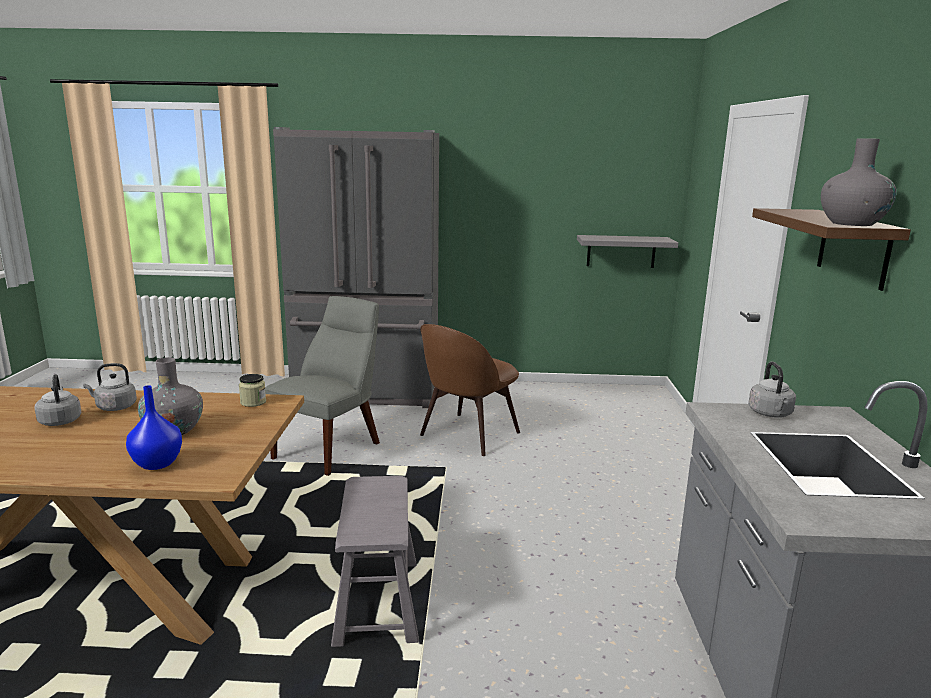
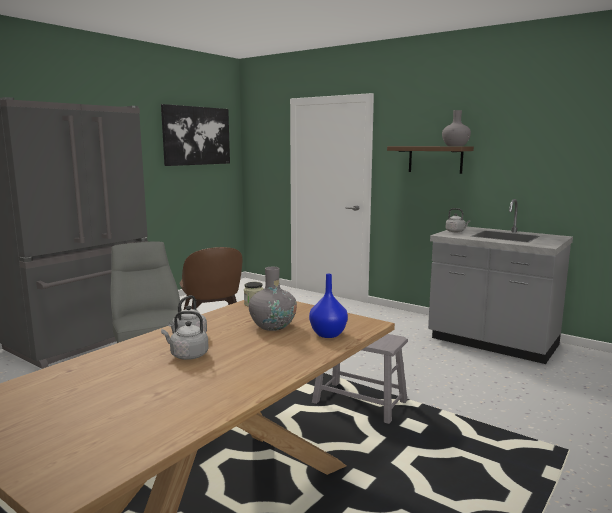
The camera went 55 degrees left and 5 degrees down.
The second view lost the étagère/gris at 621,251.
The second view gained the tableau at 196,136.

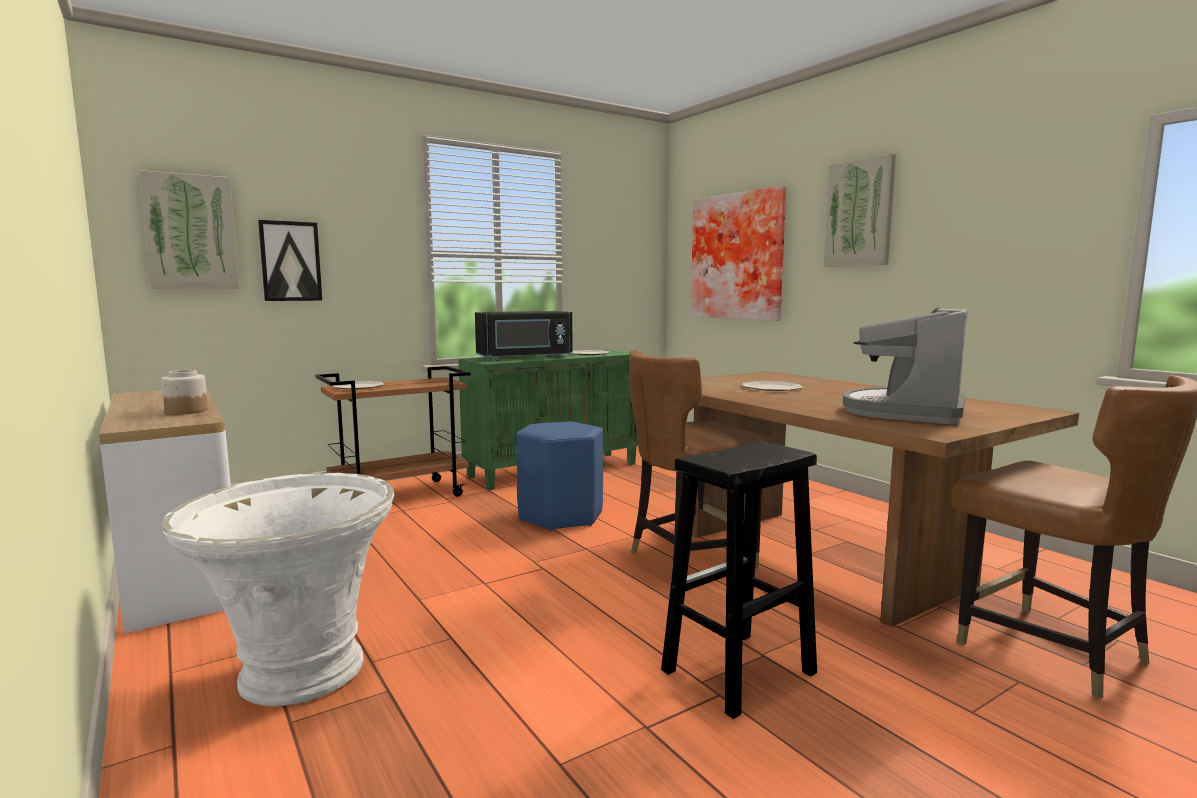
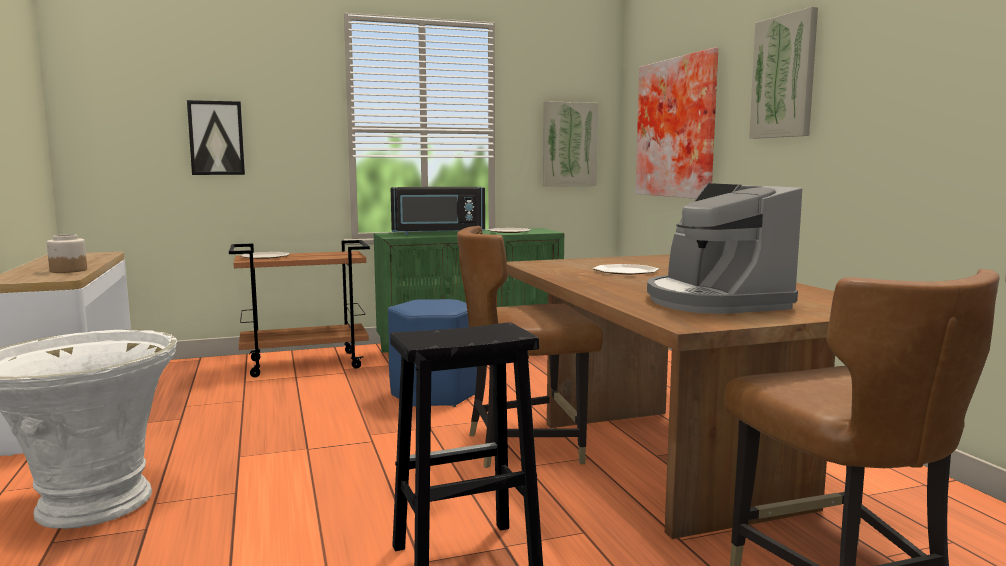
The camera went 15 degrees right and 0 degrees up.
The tableau ended up elsewhere, having gone from 190,232 to 569,144.
The machine à café at 905,411 ended up facing another way, 60 degrees counterclockwise from before.

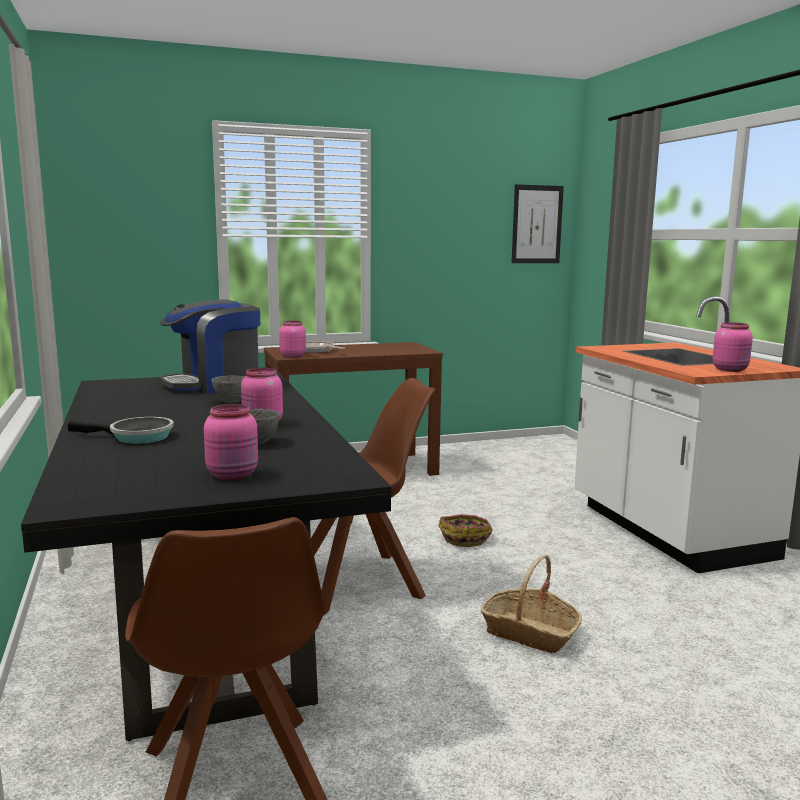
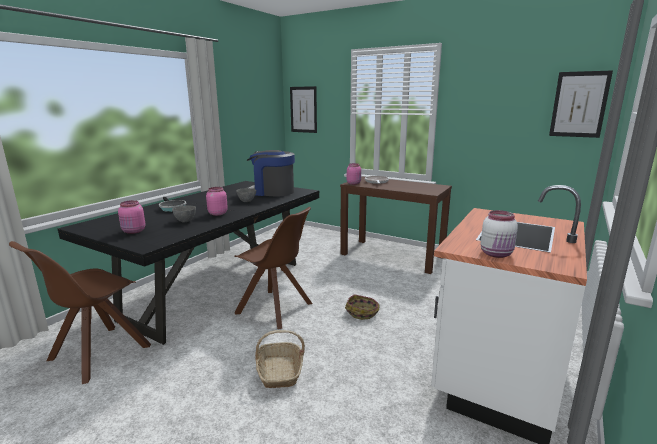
The camera went 50 degrees right and 5 degrees up.
What was the bocal/rose at 731,369 turned into the bocal/blanc at 497,254.
The second view gained the tableau at 303,109.

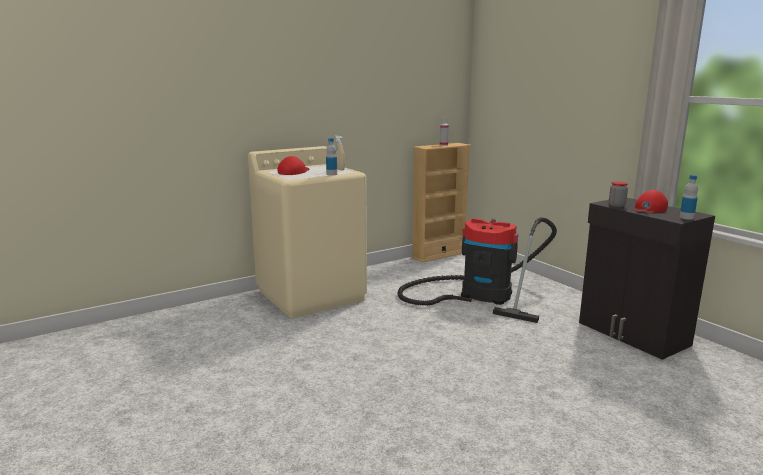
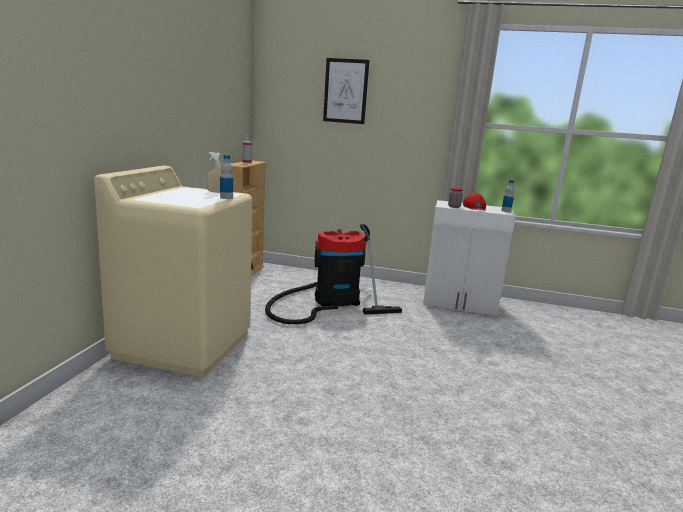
The camera went 45 degrees left and 0 degrees up.
The second view lost the casquette/rouge at 294,172.
What was the meuble de rangement/noir at 632,334 turned into the meuble de rangement/blanc at 460,303.
The second view gained the tableau at 345,91.

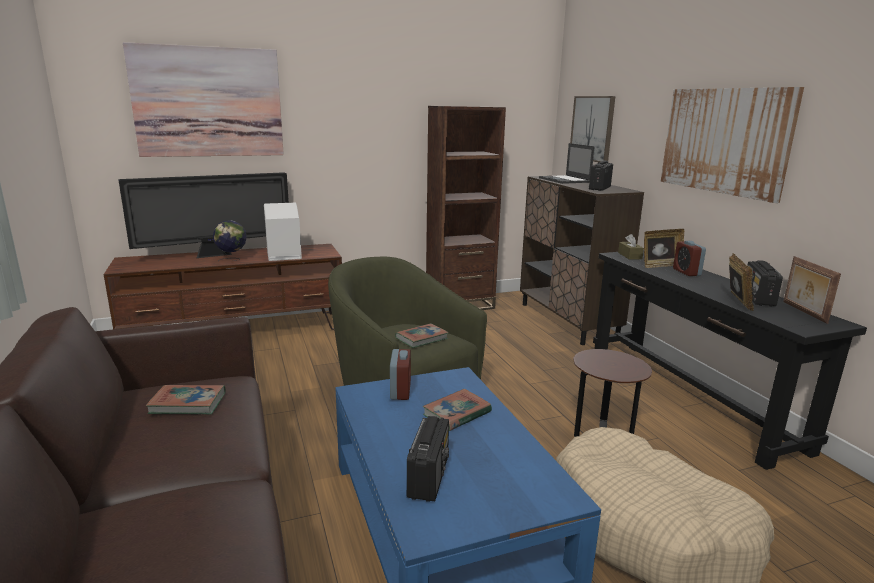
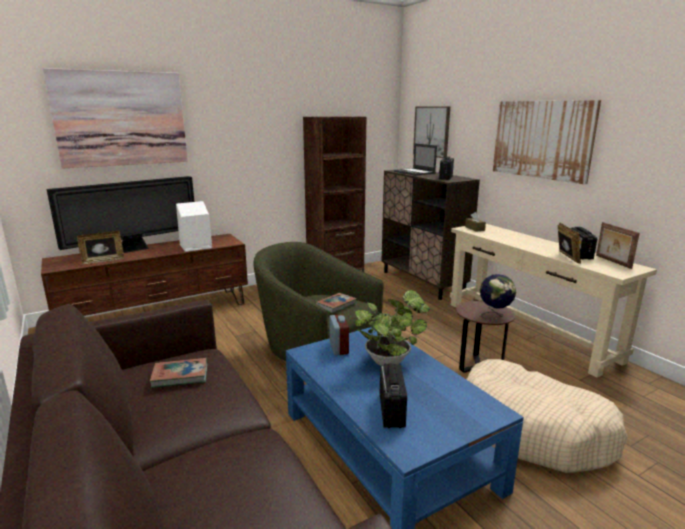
The camera went 10 degrees left and 0 degrees up.
The globe ended up elsewhere, having gone from 232,260 to 495,315.
The cadre photo ended up elsewhere, having gone from 661,265 to 103,261.
The second view lost the réveil at 686,272.
What was the table console/noir at 687,396 turned into the table console/beige at 527,330.
Where the livre stood at 457,413, the plante en pot came to stand at 390,360.

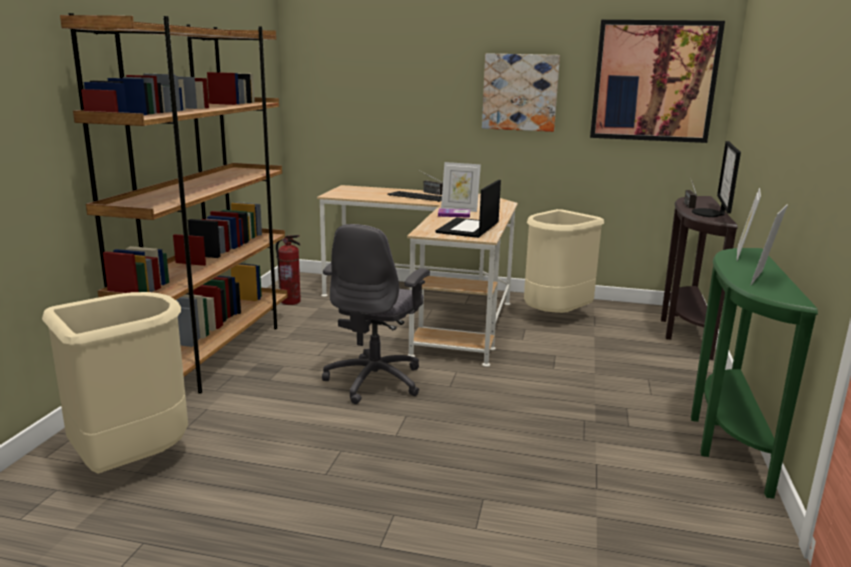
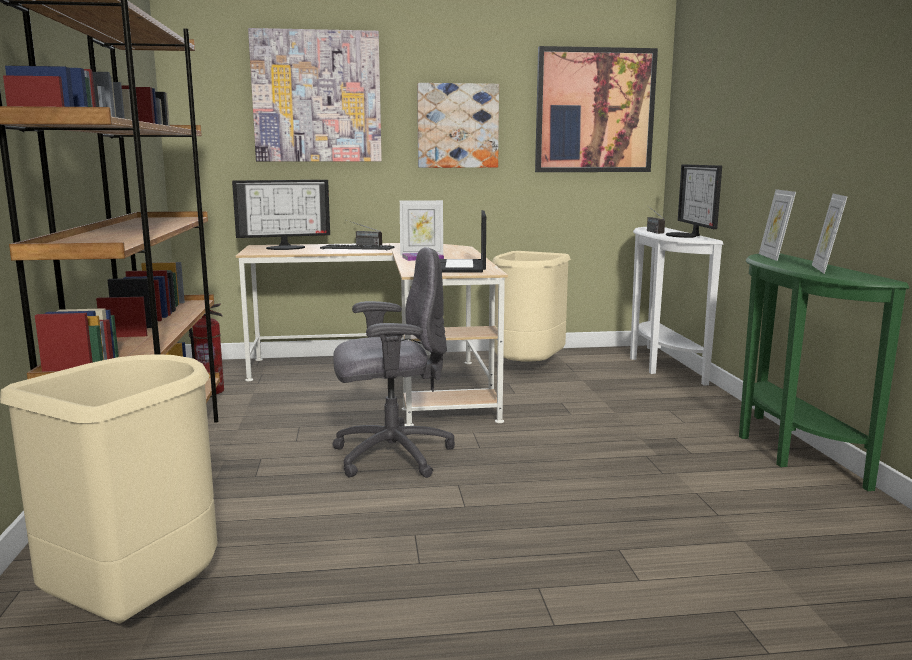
The camera went 20 degrees left and 5 degrees down.
What was the table console/marron at 683,331 turned into the table console/blanc at 660,365.
The chaise de bureau/gris at 376,380 ended up facing another way, 105 degrees counterclockwise from before.
The second view gained the tableau at 317,97.
The second view gained the écran d'ordinateur at 286,247.

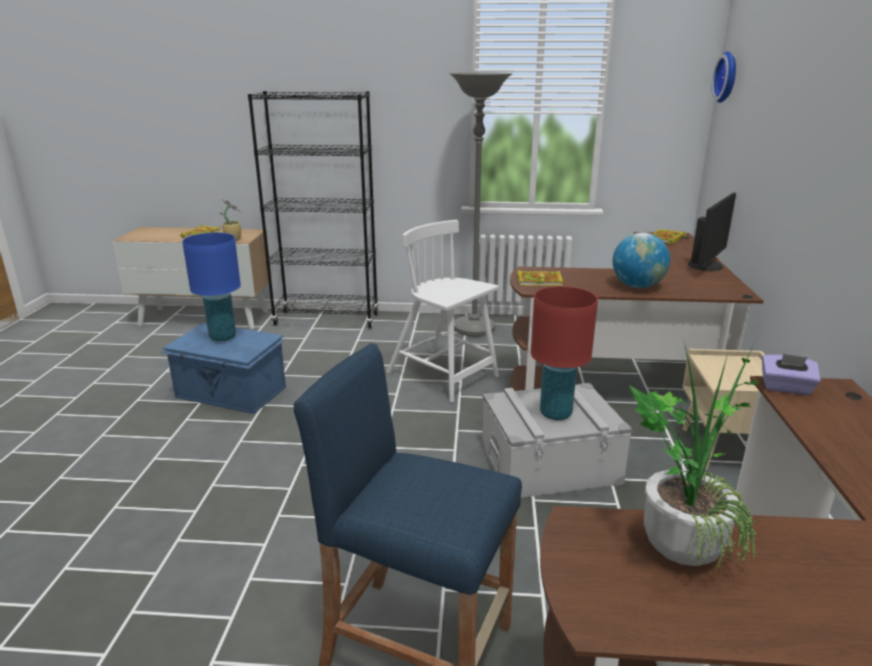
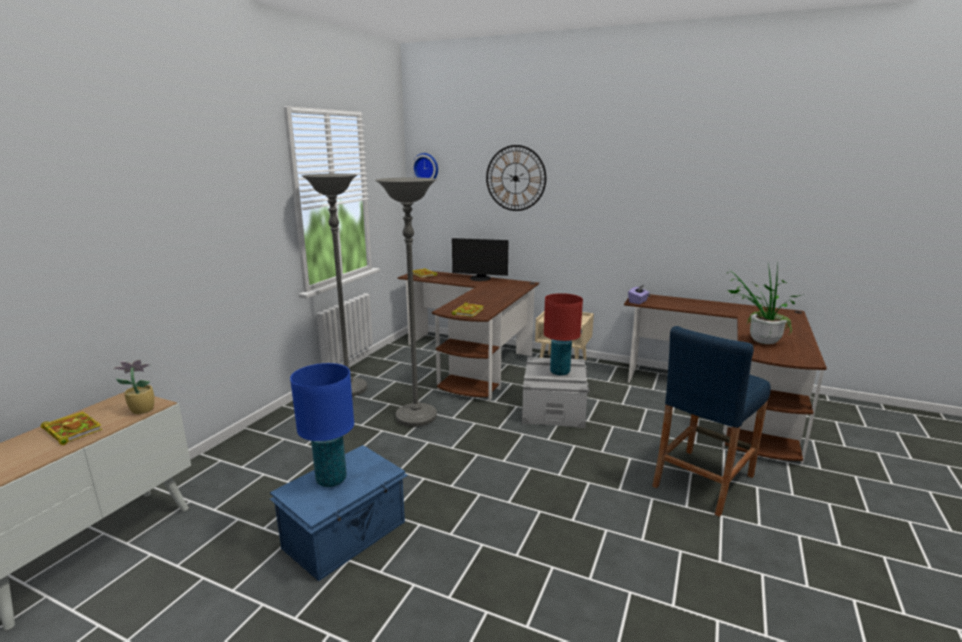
The camera went 70 degrees left and 5 degrees down.
The second view lost the bibliothèque/noir at 327,319.
The écran d'ordinateur at 706,266 ended up facing another way, 135 degrees clockwise from before.
Where the chaise/blanc stood at 444,375, the lampadaire/gris came to stand at 416,417.
The second view lost the globe at 637,286.
The second view gained the horloge murale at 515,178.

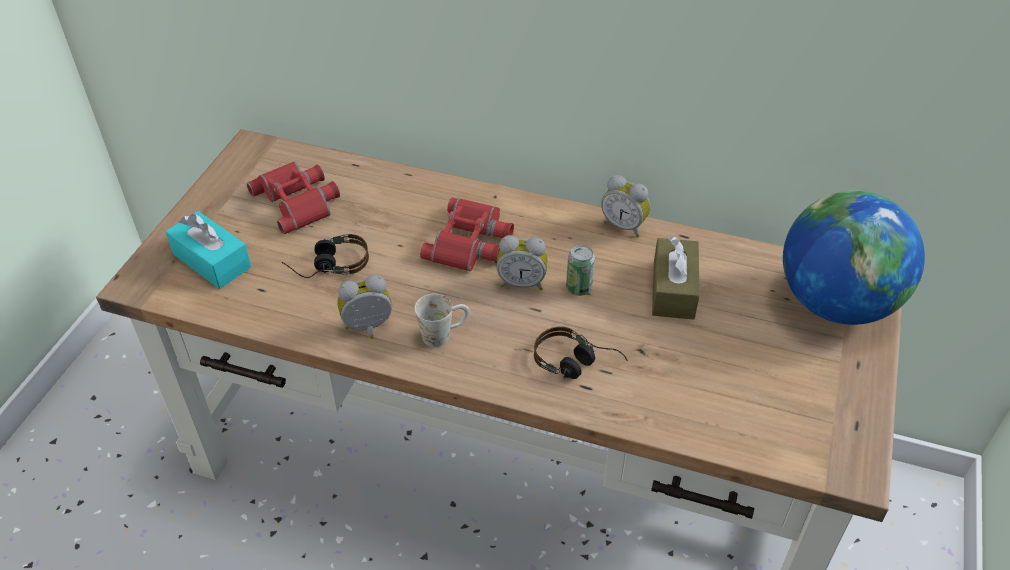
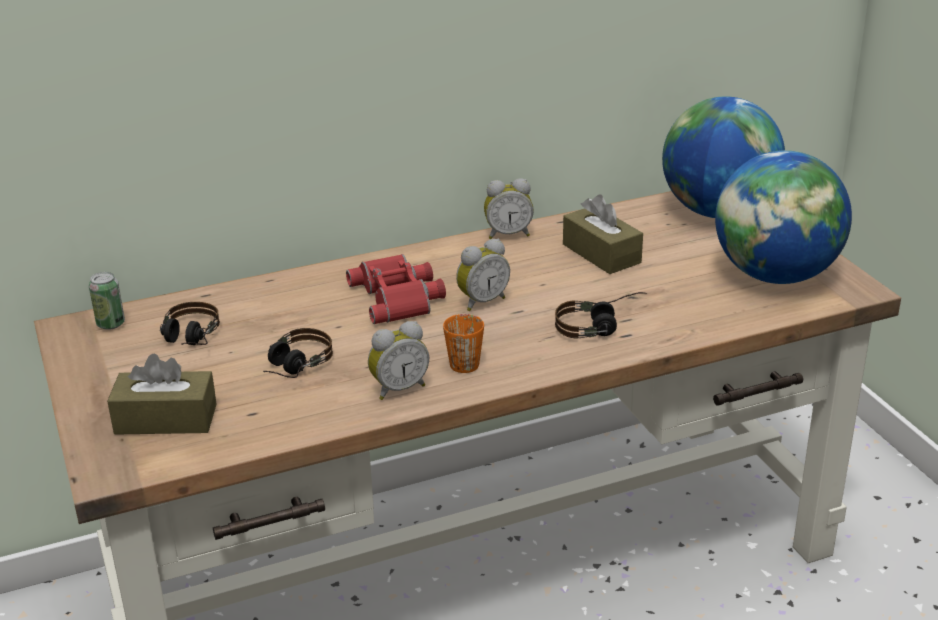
The camera went 40 degrees left and 15 degrees down.
Where the jumelles/rouge stood at 299,201, the casque audio came to stand at 188,341.
What was the boîte à mouchoirs/turquoise at 212,261 turned into the boîte à mouchoirs/marron at 166,419.
The boîte métallique ended up elsewhere, having gone from 579,288 to 111,324.
The réveil at 368,329 ended up facing another way, 150 degrees counterclockwise from before.
What was the mug/blanc at 444,334 turned into the mug/orange at 468,360.
The second view gained the globe at 775,276.

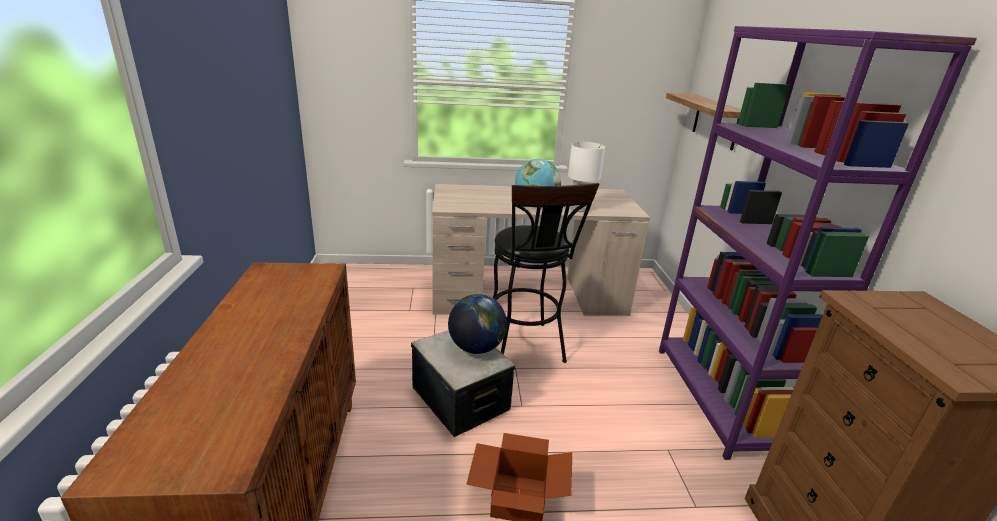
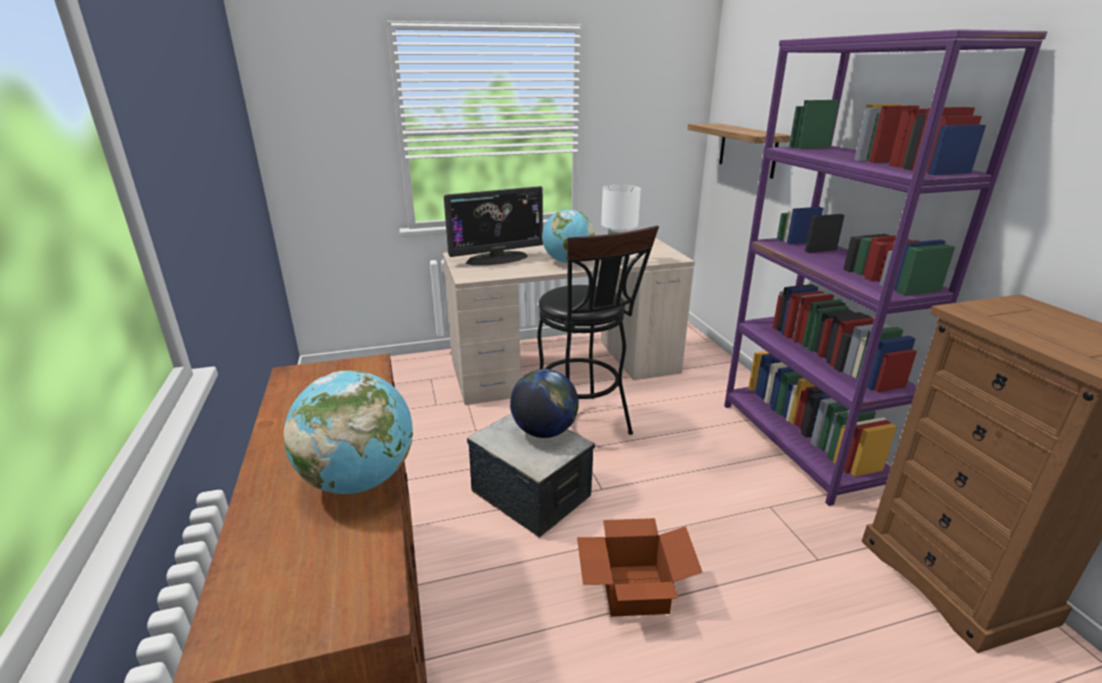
The camera went 10 degrees left and 0 degrees up.
The second view gained the écran d'ordinateur at 497,259.
The second view gained the globe at 359,480.

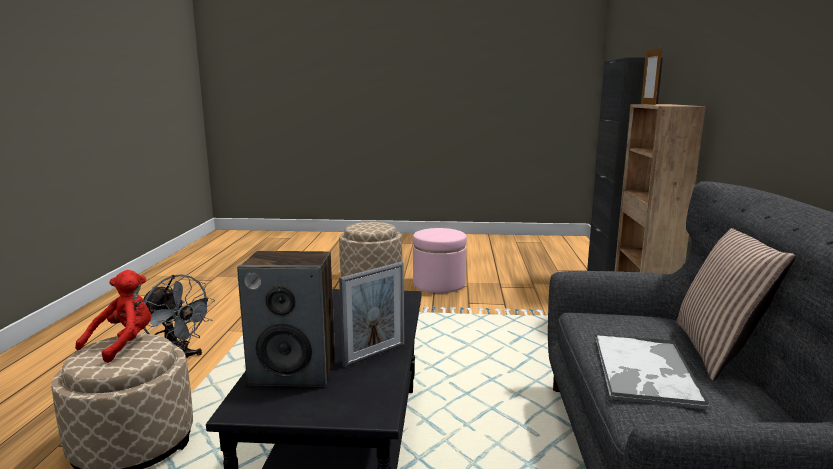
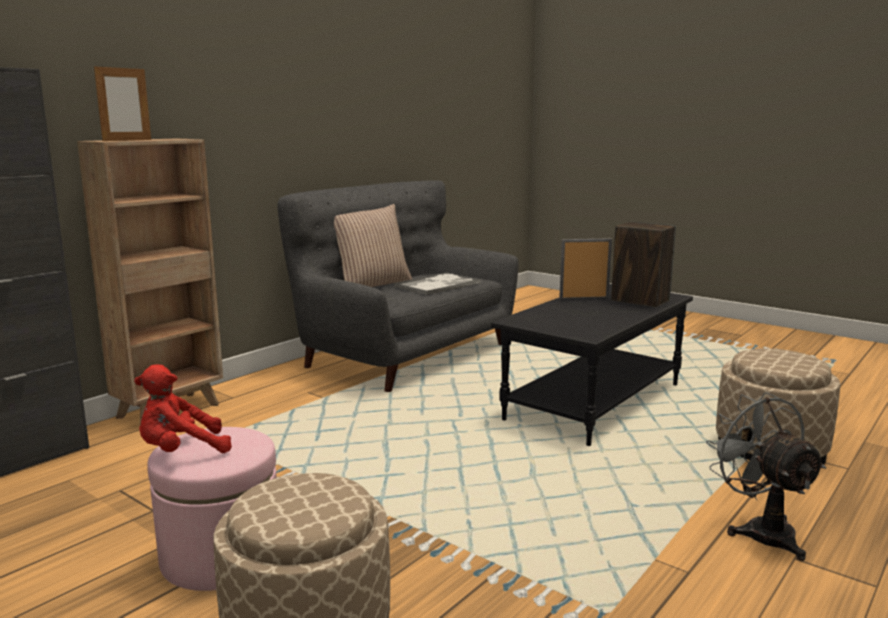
The camera went 145 degrees left and 0 degrees up.
The peluche/rouge ended up elsewhere, having gone from 124,344 to 181,451.

